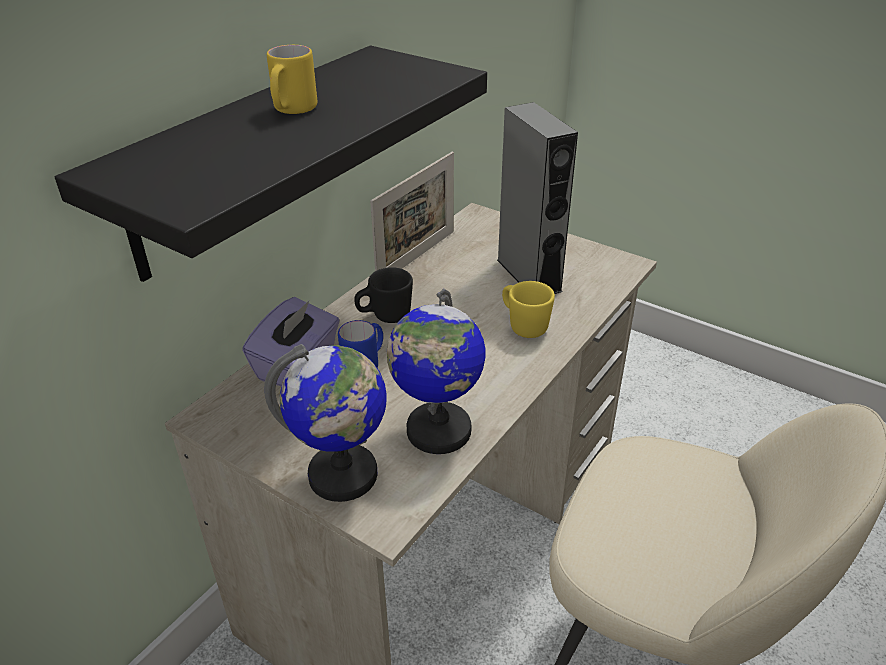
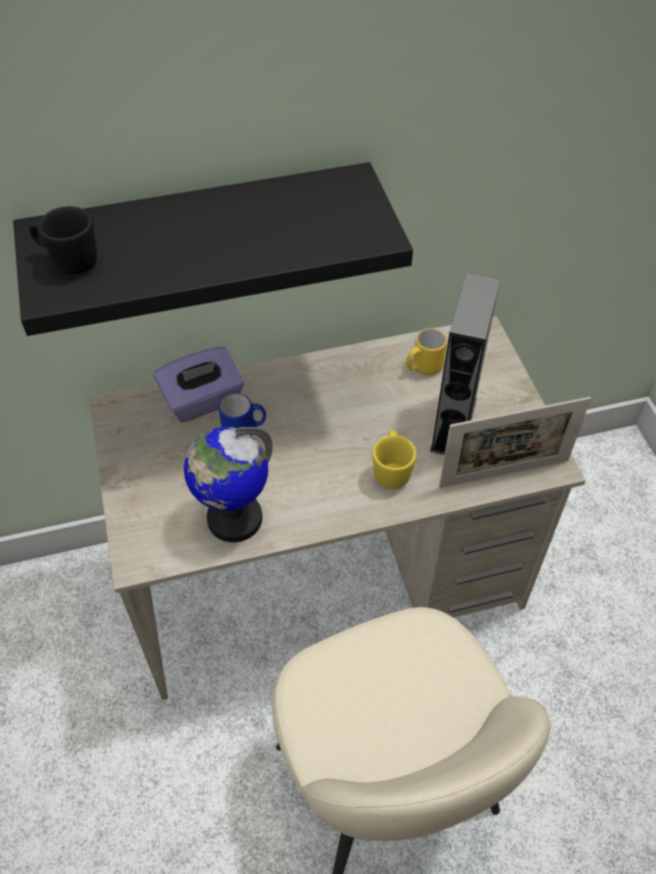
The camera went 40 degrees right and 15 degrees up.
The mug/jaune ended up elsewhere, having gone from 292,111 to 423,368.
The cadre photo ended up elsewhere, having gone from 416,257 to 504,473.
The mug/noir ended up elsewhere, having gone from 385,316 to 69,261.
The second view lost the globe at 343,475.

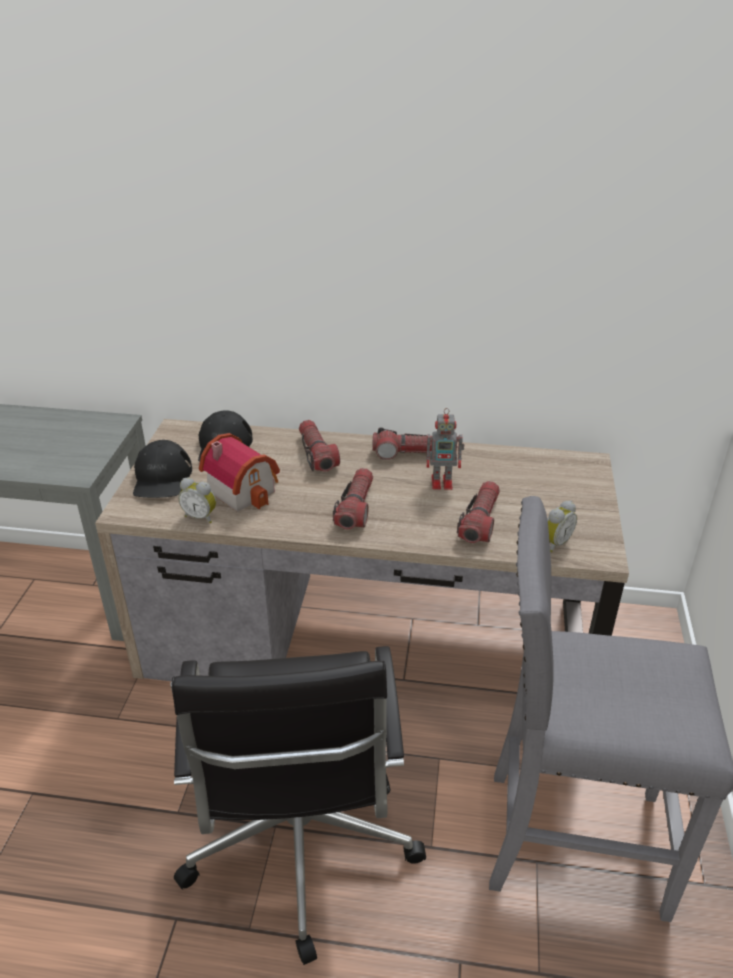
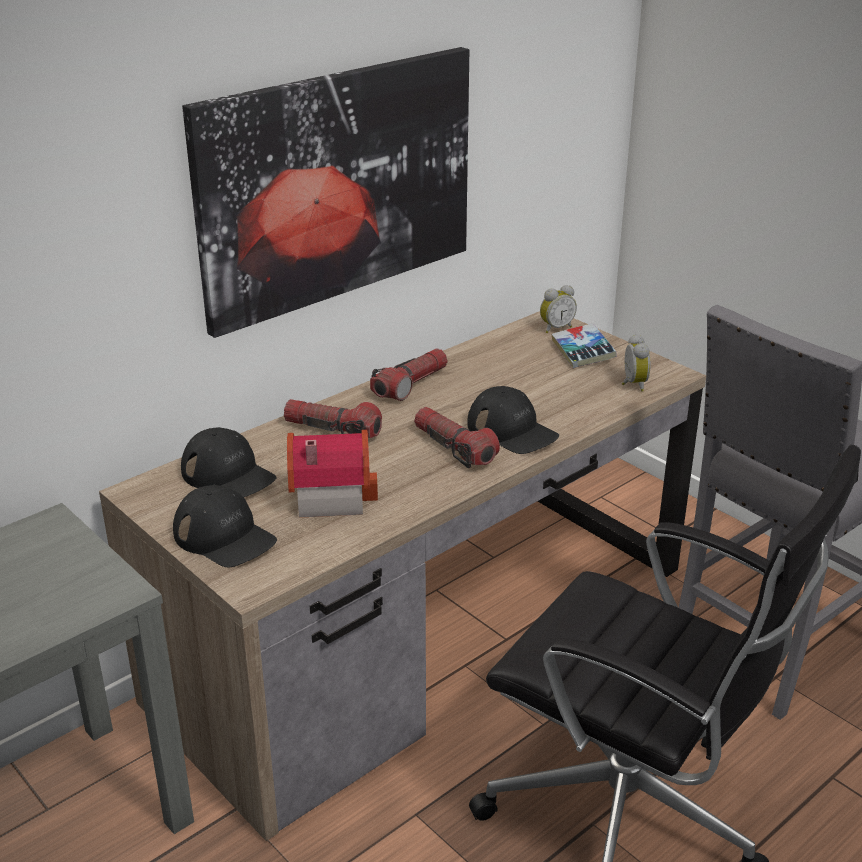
The camera went 50 degrees left and 5 degrees down.
The second view lost the robot jouet at 443,482.
The réveil ended up elsewhere, having gone from 201,516 to 555,328.
The second view lost the lampe de poche at 480,521.
The second view gained the tableau at 338,185.
The second view gained the livre at 582,352.
The second view gained the casquette/noir at 512,431.

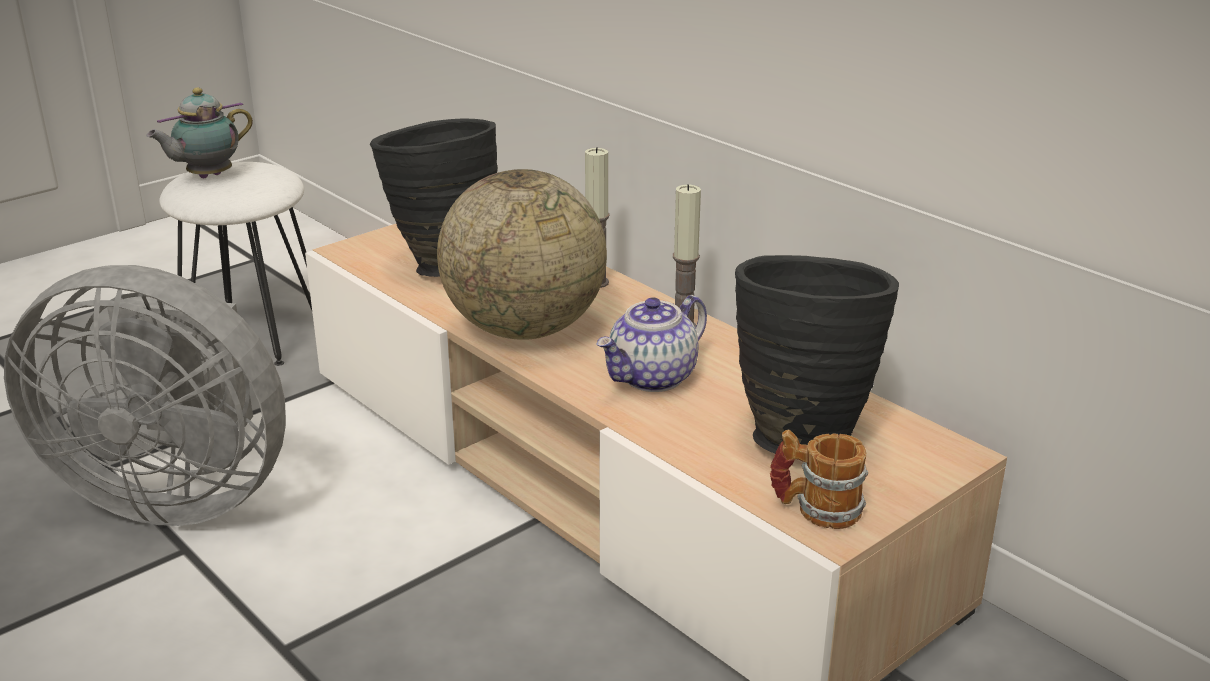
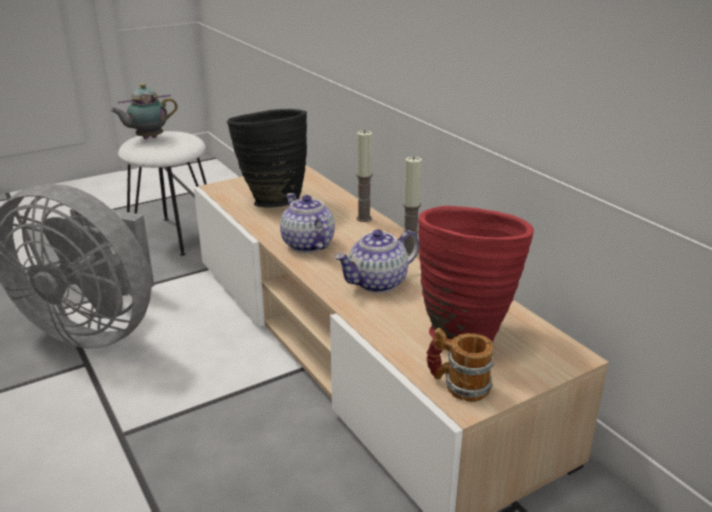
The camera went 10 degrees right and 0 degrees up.
Where the globe stood at 524,329, the théière came to stand at 307,244.
What was the vase/noir at 800,433 turned into the vase/rouge at 464,330.

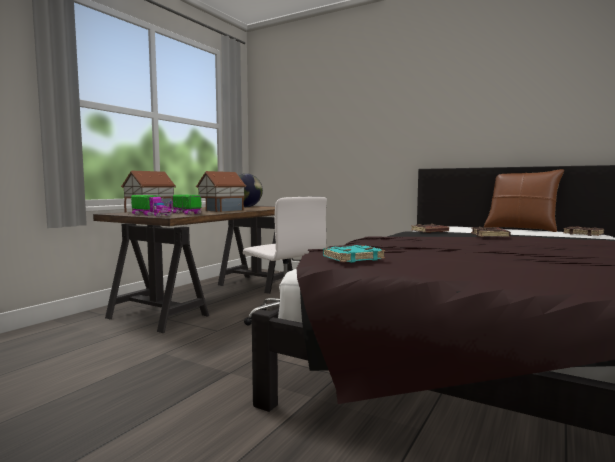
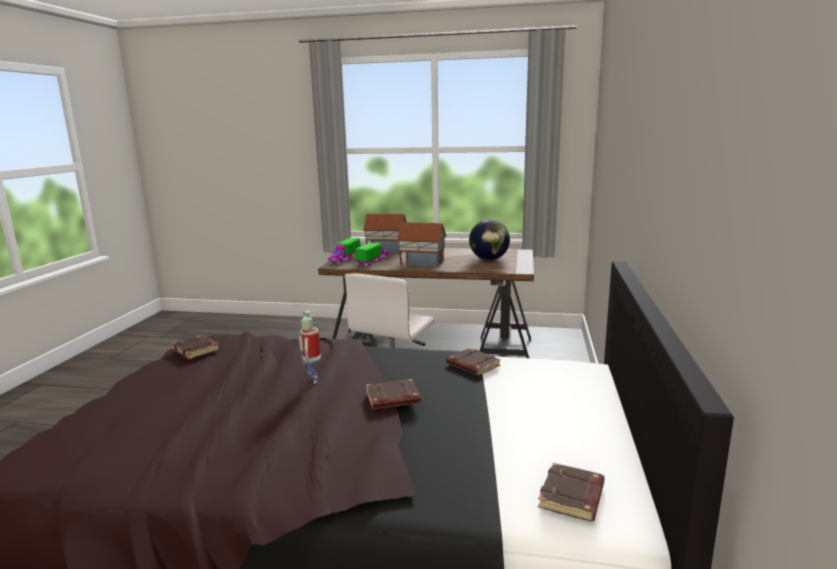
The camera went 70 degrees right and 10 degrees up.
The second view lost the coussin/marron at 520,229.
What was the livre/turquoise at 353,258 turned into the livre/marron at 197,350.
The second view gained the robot jouet at 312,379.

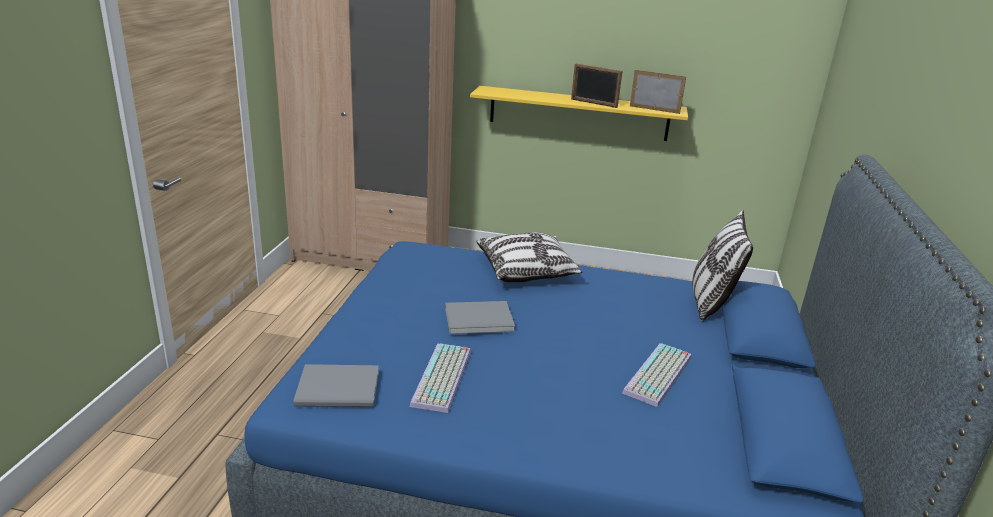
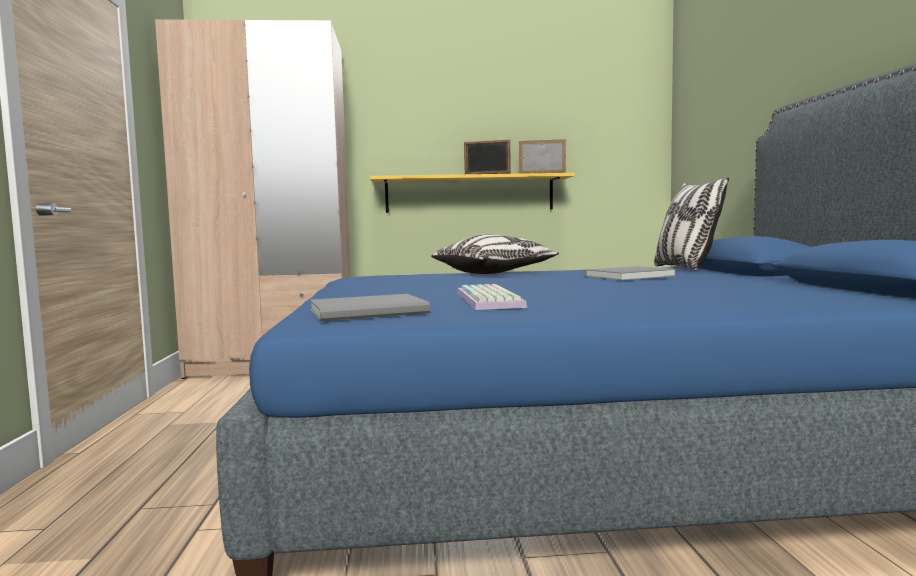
The camera went 15 degrees left and 20 degrees down.
The livre/gris ended up elsewhere, having gone from 476,318 to 626,276.
The second view lost the clavier at 659,376.

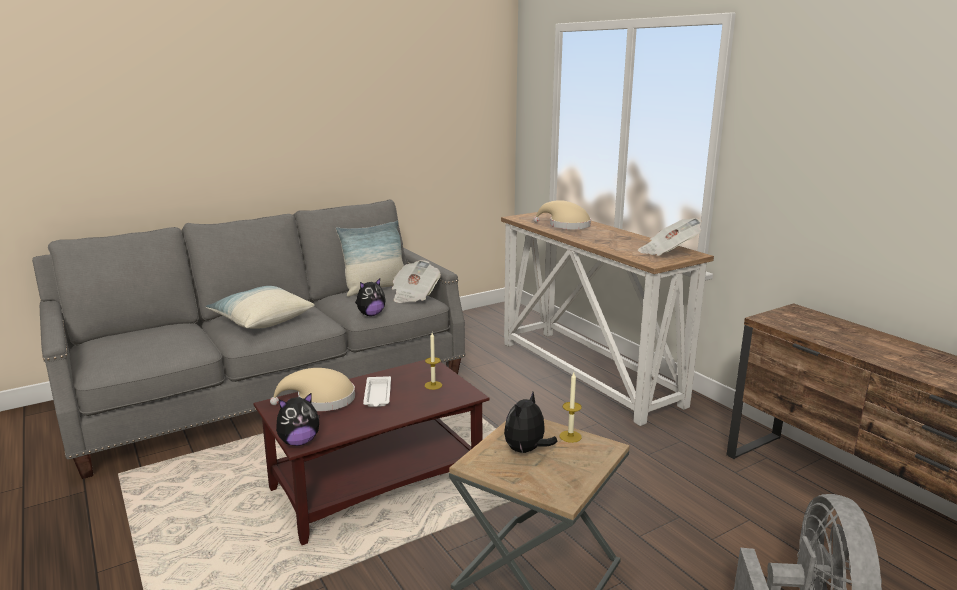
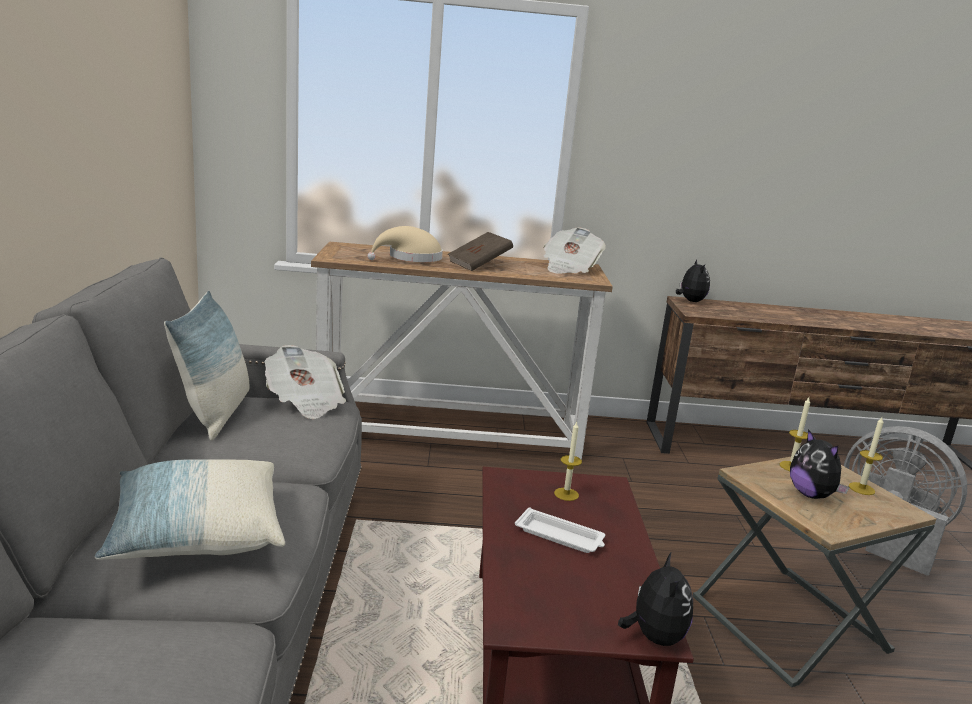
The camera went 60 degrees left and 0 degrees up.
The peluche ended up elsewhere, having gone from 371,314 to 690,301.
The second view lost the chapeau/beige at 321,400.
The second view gained the livre/marron at 479,265.
The second view gained the bougie at 861,488.

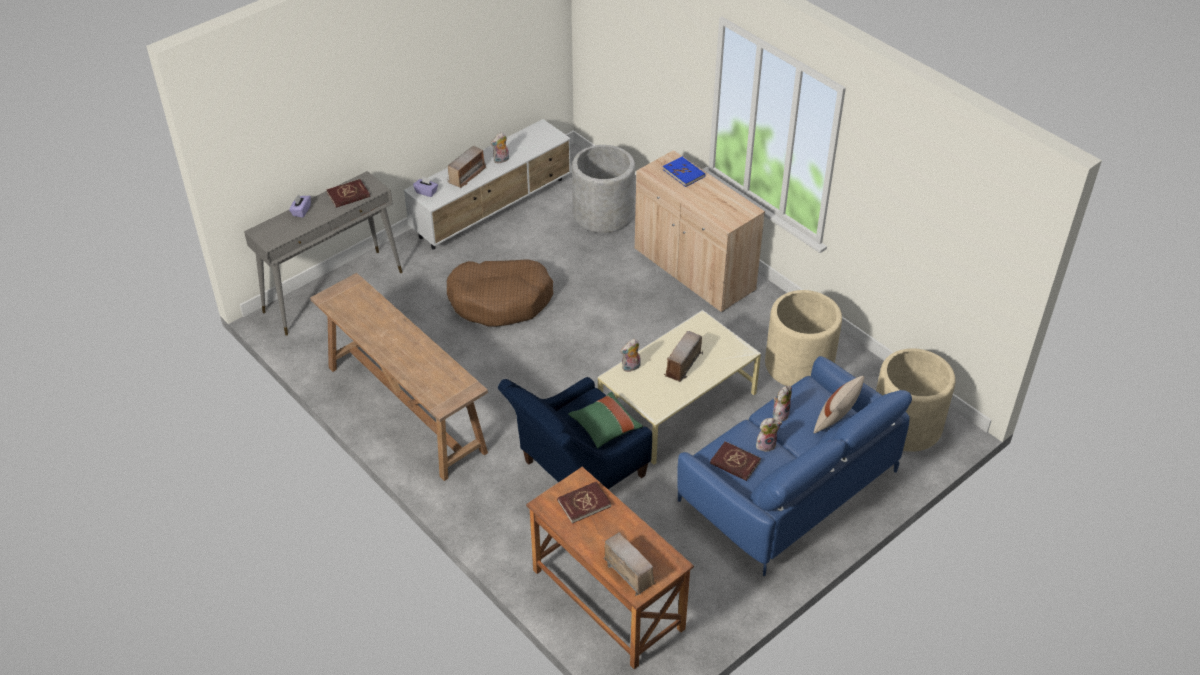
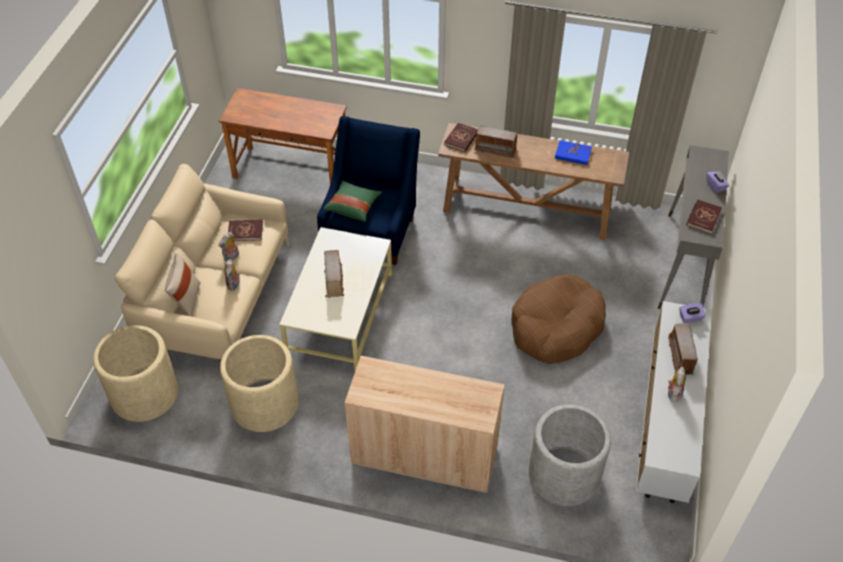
The camera went 145 degrees right and 5 degrees up.
The livre/bleu ended up elsewhere, having gone from 684,173 to 573,154.
The second view lost the peluche at 631,368.
What was the canapé/bleu at 787,486 turned into the canapé/beige at 217,295.
The livre/rouge ended up elsewhere, having gone from 584,503 to 461,139.
The radio ended up elsewhere, having gone from 628,571 to 495,149.

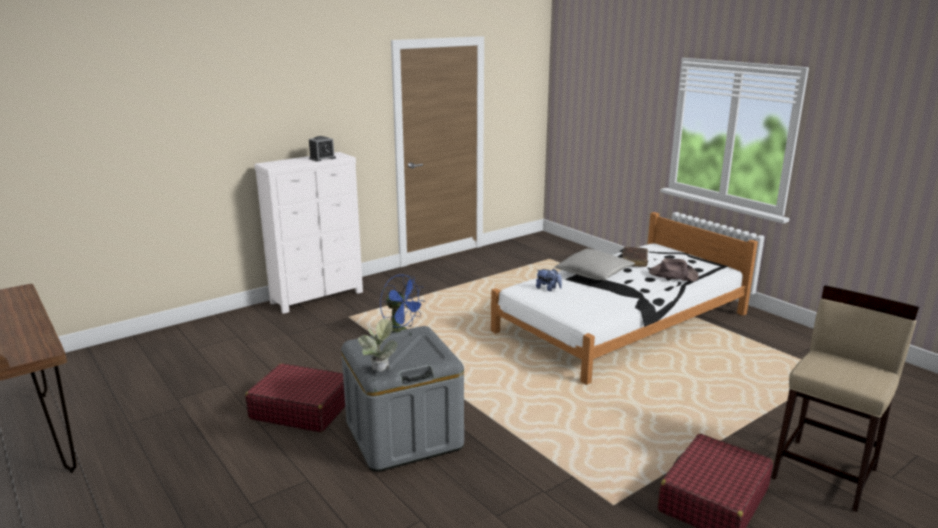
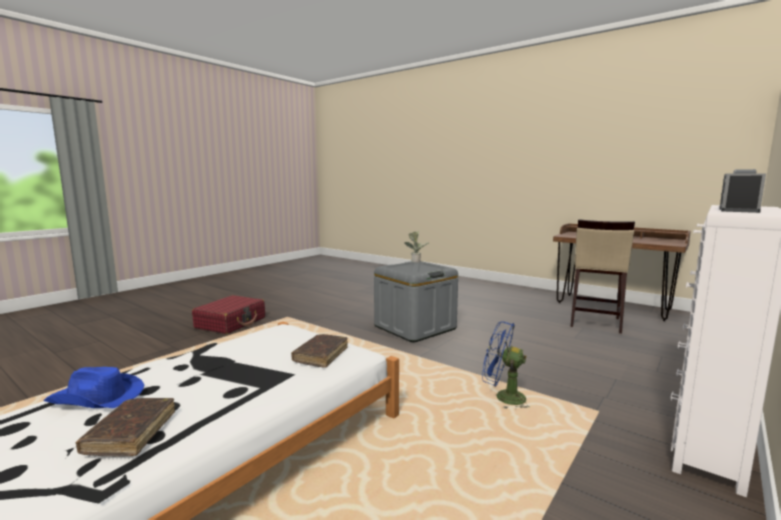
The camera went 165 degrees right and 10 degrees down.
The second view lost the coussin/gris at 594,274.
What was the chapeau/marron at 672,275 turned into the chapeau/bleu at 96,398.
Where the peluche stood at 548,289, the livre/marron came to stand at 321,355.
The tabouret/beige ended up elsewhere, having gone from 826,473 to 594,322.
The second view lost the valise/rouge at 301,409.

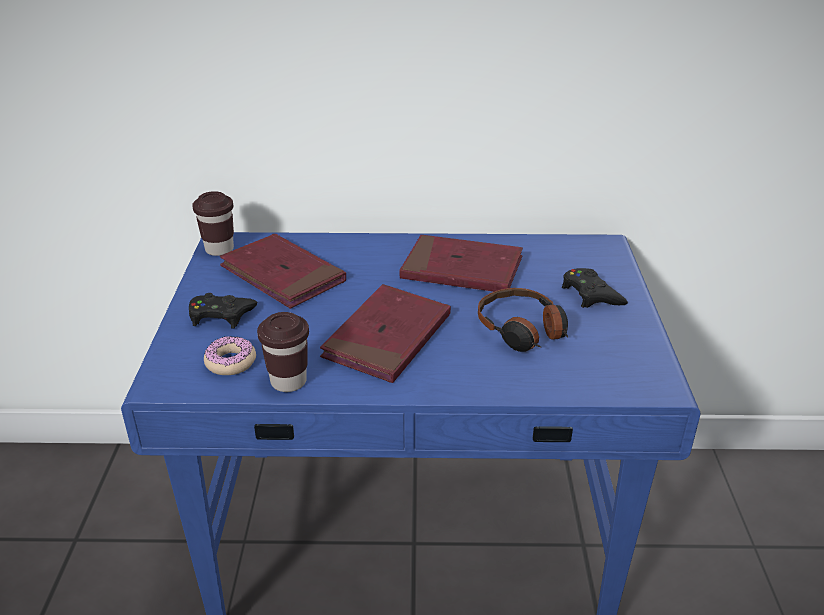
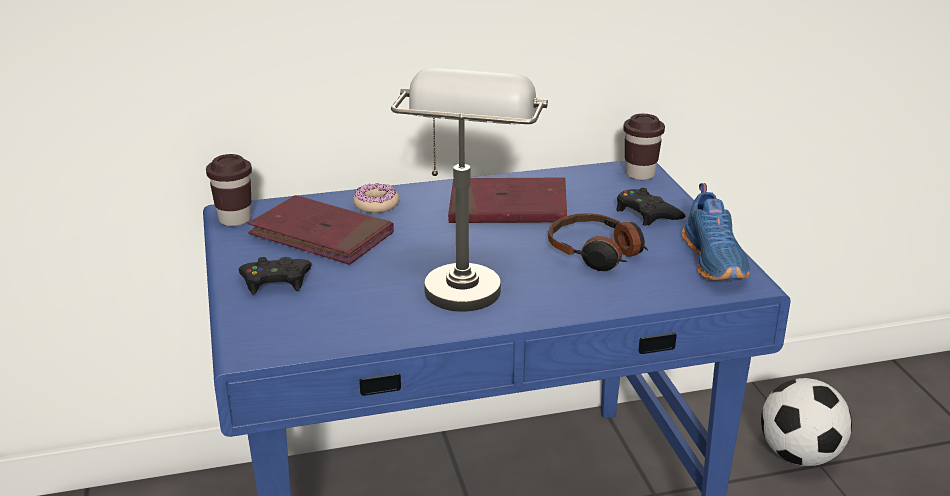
The camera went 15 degrees left and 5 degrees down.
Where the livre/rouge stood at 387,337, the lampe de table/gris came to stand at 466,277.
The tasse/marron ended up elsewhere, having gone from 288,381 to 640,174.
The beignet ended up elsewhere, having gone from 230,362 to 376,205.
The second view gained the chaussure/bleu at 715,260.
The second view gained the ballon de foot at 799,455.

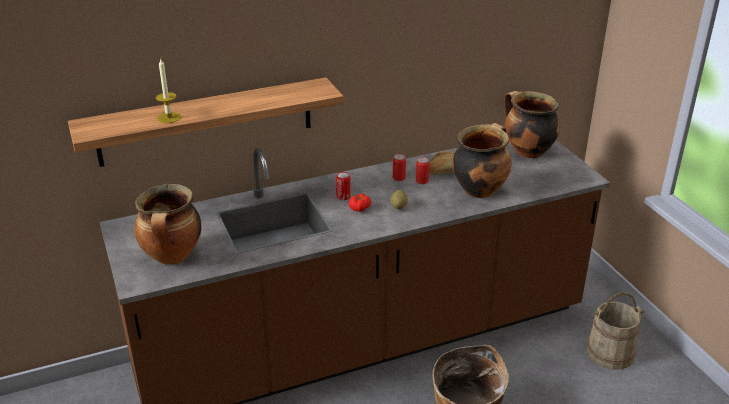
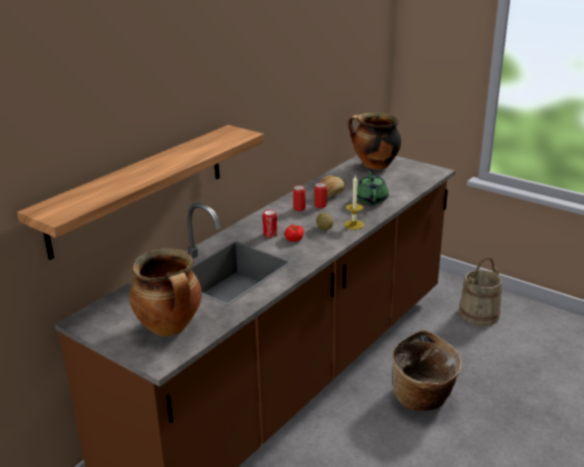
The camera went 30 degrees left and 5 degrees down.
The bougie ended up elsewhere, having gone from 169,117 to 354,225.
Where the marmite stood at 479,189, the théière/vert came to stand at 371,199.

